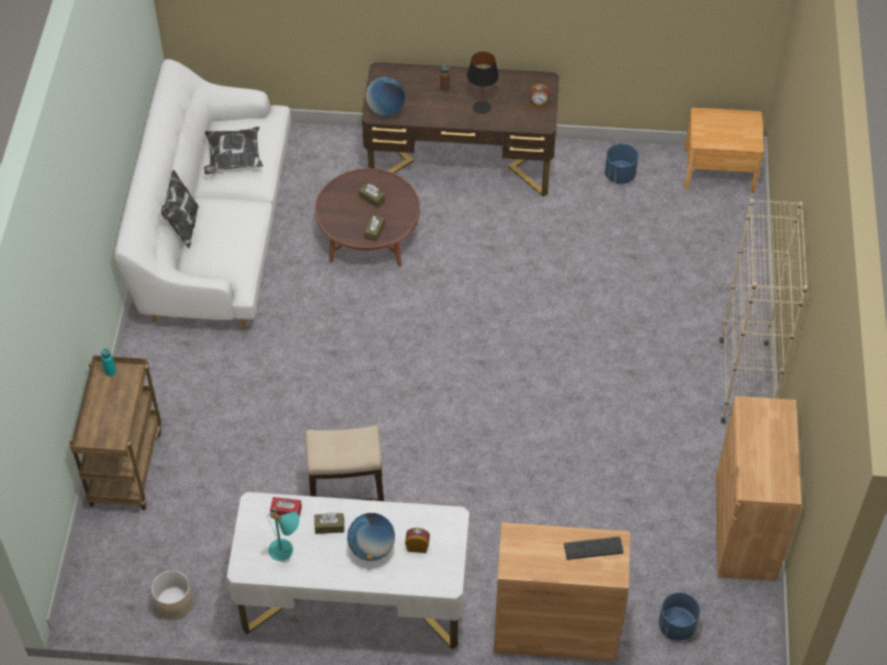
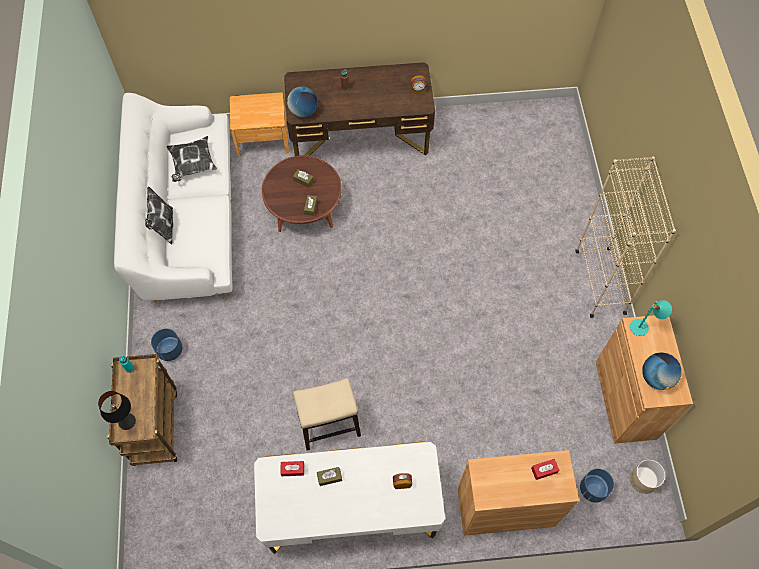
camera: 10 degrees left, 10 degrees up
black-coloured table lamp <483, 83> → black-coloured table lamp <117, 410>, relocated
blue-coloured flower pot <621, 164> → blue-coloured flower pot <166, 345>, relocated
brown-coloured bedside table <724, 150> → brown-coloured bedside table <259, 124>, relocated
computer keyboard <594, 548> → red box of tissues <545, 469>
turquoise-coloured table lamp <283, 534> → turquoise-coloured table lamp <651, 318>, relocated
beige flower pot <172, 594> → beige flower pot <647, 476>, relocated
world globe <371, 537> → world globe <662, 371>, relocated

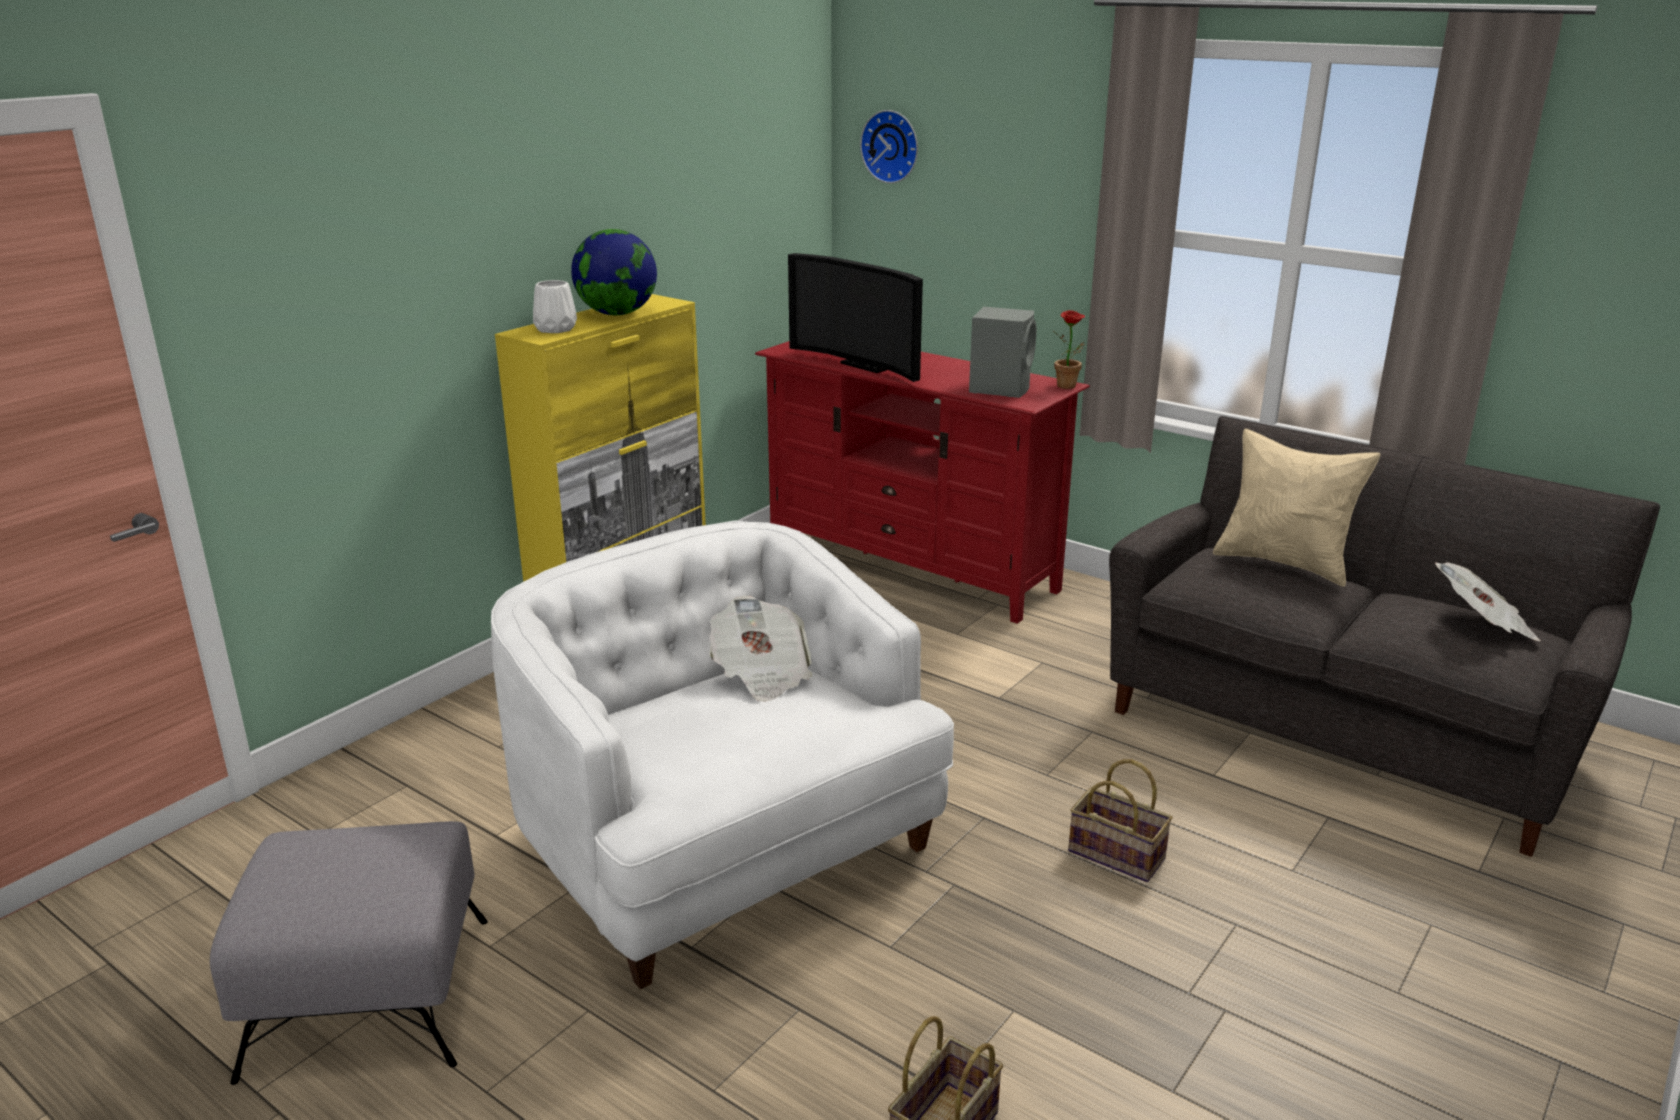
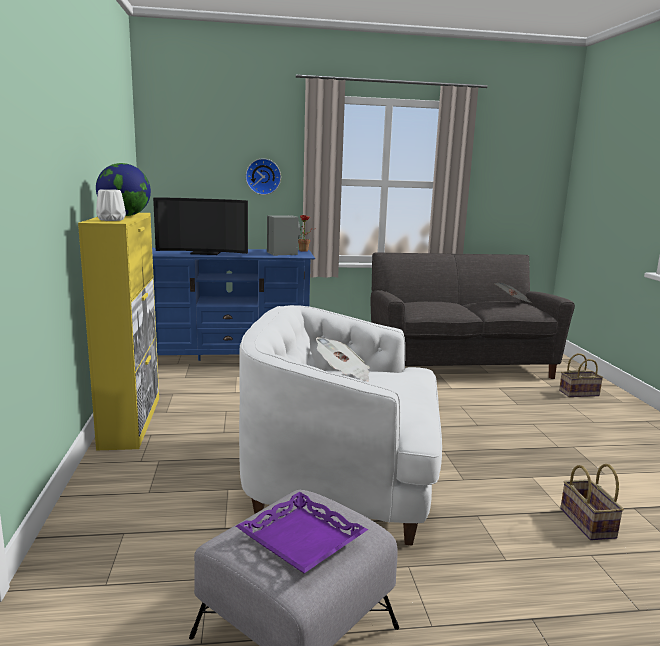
camera: 45 degrees left, 10 degrees down
red tv unit <922, 482> → blue-coloured tv unit <233, 304>
- → purple-coloured tray <302, 532>
clock on the wall <889, 146> → clock on the wall <263, 176>, relocated
household basket <1120, 820> → household basket <581, 375>, relocated
beige pillow <1297, 507> → -

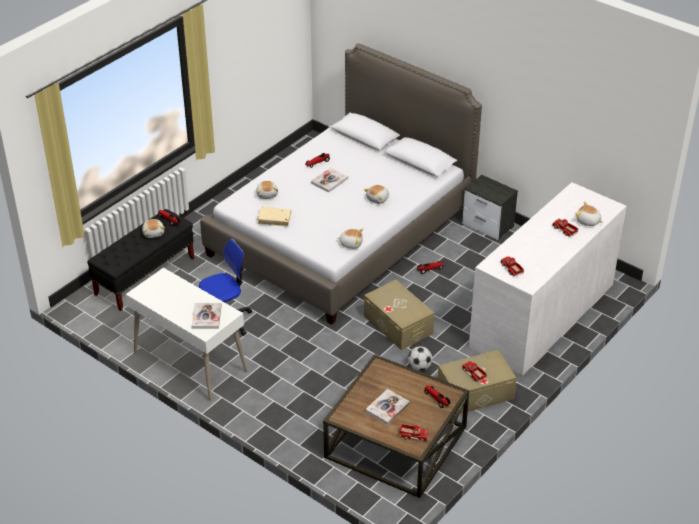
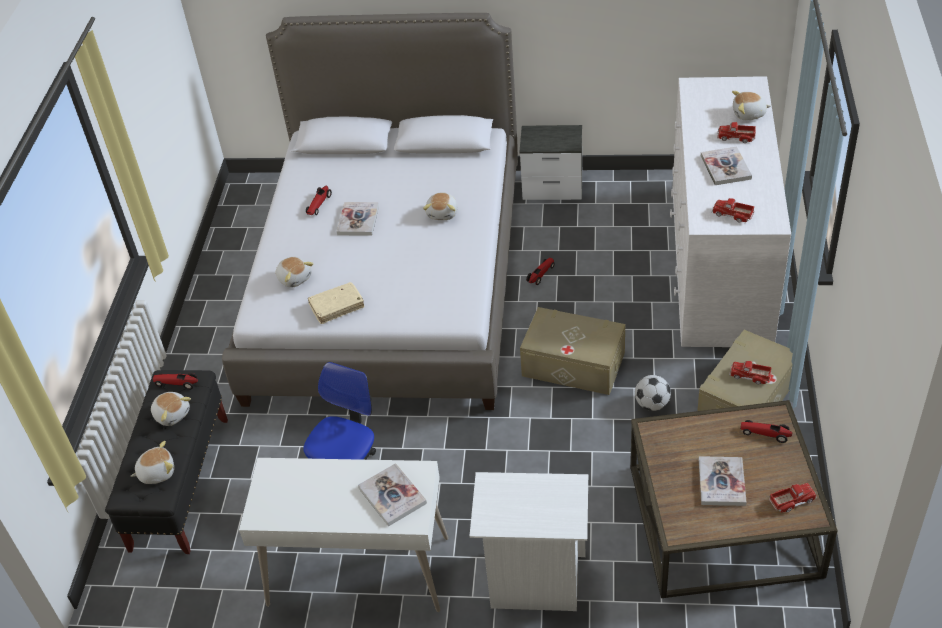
camera: 30 degrees left, 5 degrees up
cuddly toy <350, 238> → cuddly toy <152, 462>, relocated
- → white-coloured bedside table <528, 541>
- → volume <726, 165>

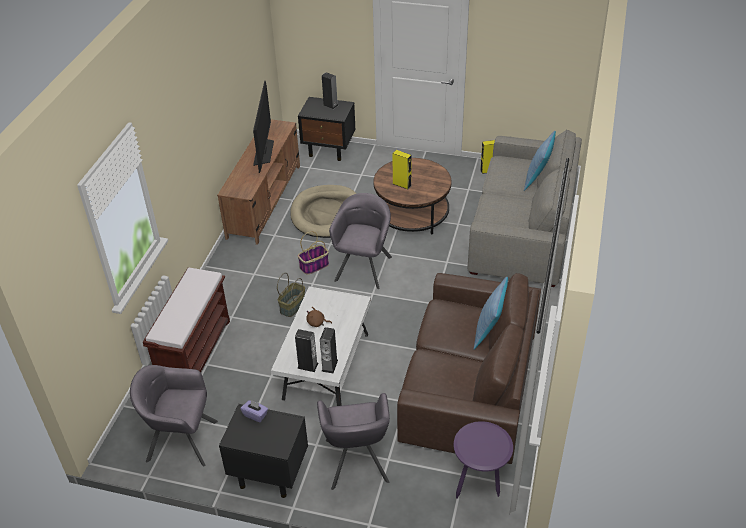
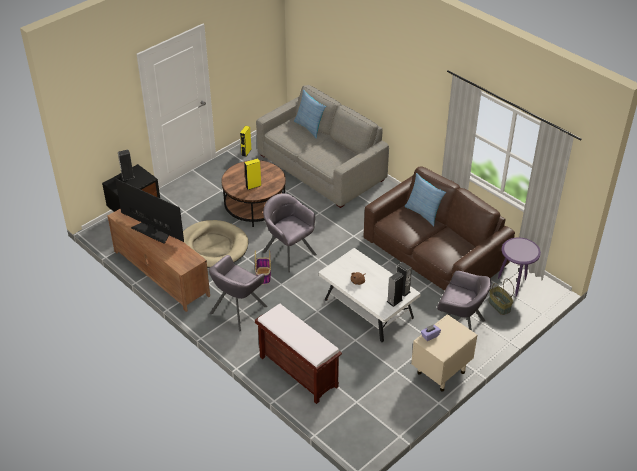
camera: 60 degrees left, 0 degrees up
greyish armchair <174, 415> → greyish armchair <238, 293>, relocated
black-coloured bedside table <263, 451> → beige bedside table <444, 353>
household basket <291, 295> → household basket <501, 296>, relocated

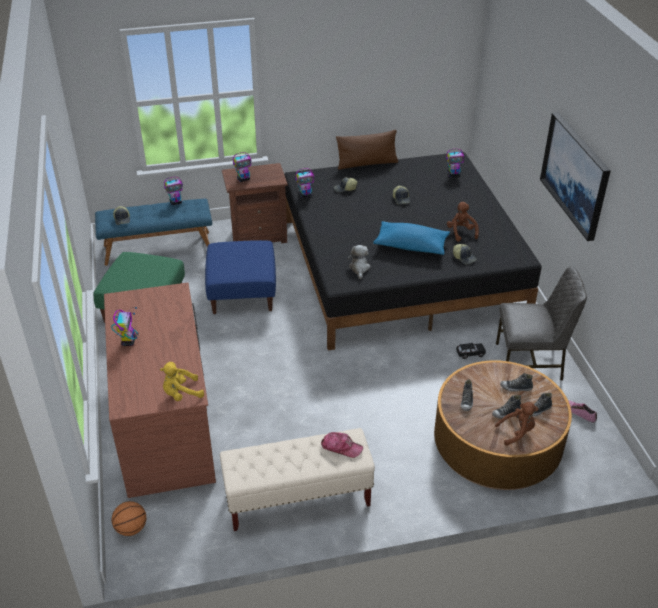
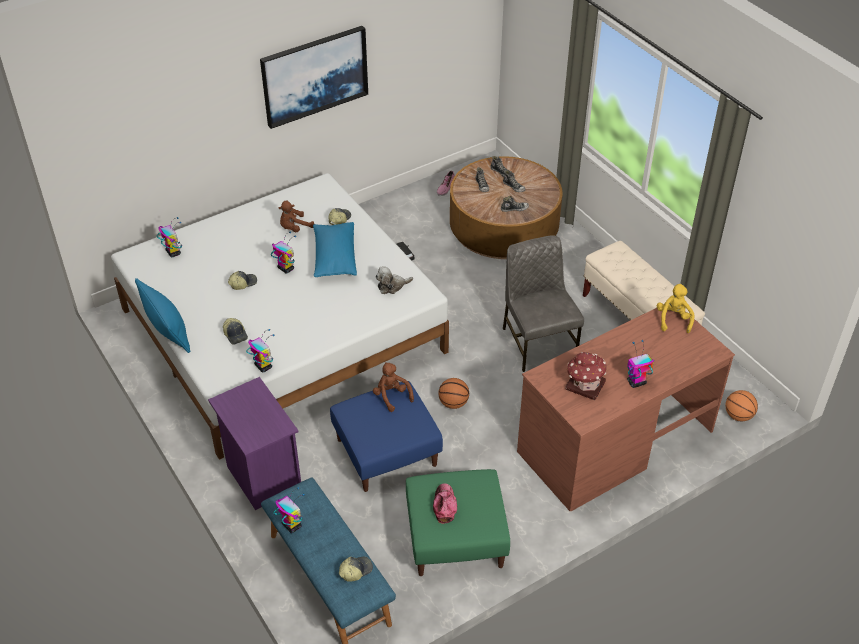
camera: 110 degrees left, 5 degrees up
black-coloured bed <413, 251> → white-coloured bed <280, 316>
brown-coloured pillow <367, 150> → blue-coloured pillow <162, 315>
brown-coloured bedside table <255, 203> → purple-coloured bedside table <254, 443>
robot figure <242, 167> → robot figure <283, 253>, relocated
brown-coloured cuddly toy <516, 424> → brown-coloured cuddly toy <393, 387>, relocated
baseball cap <342, 445> → baseball cap <445, 503>, relocated
- → ball for basketball <453, 393>
greyish plain chair <541, 323> → greyish plain chair <543, 303>, relocated
- → model house <585, 376>
yellowish cuddly toy <182, 381> → yellowish cuddly toy <675, 308>, 135 degrees counterclockwise

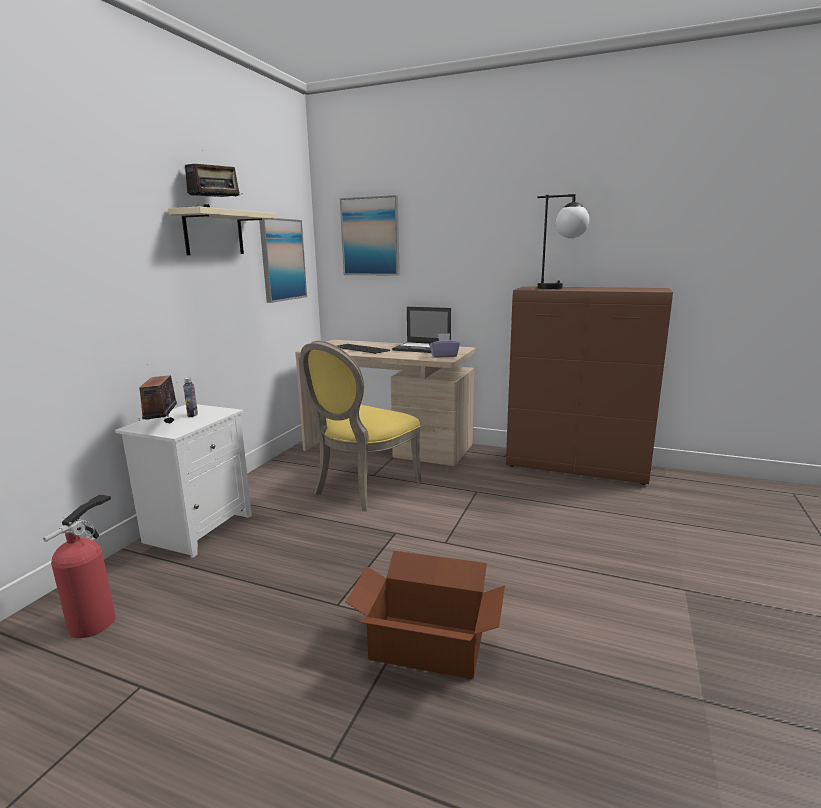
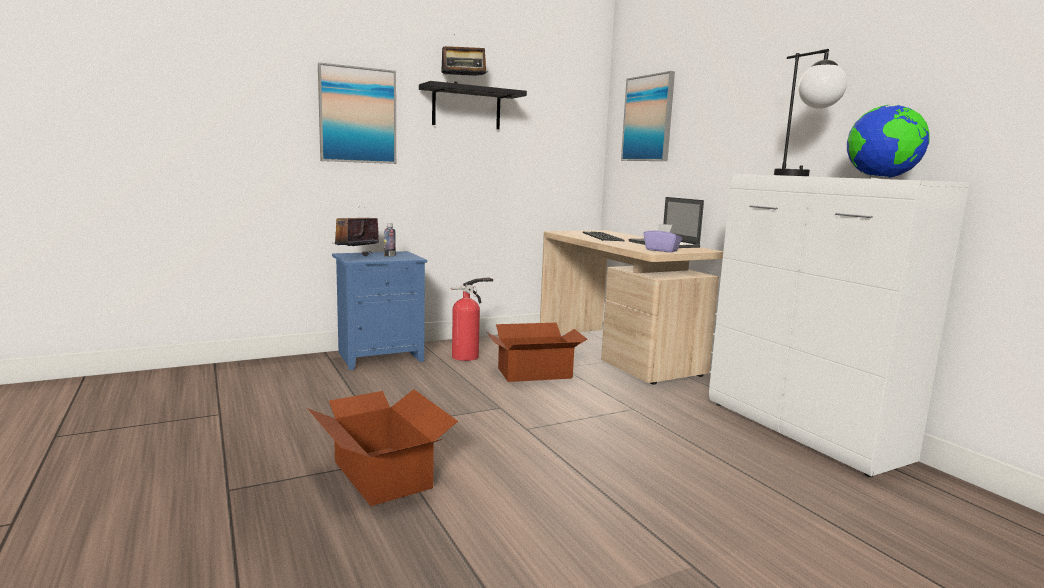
camera: 40 degrees right, 5 degrees down
wall picture <283, 260> → wall picture <357, 113>, relocated
white-coloured bedside table <183, 481> → blue-coloured bedside table <379, 310>
beige wall shelf <222, 230> → black-coloured wall shelf <473, 105>
fire-fighting cylinder <79, 566> → fire-fighting cylinder <472, 319>, relocated
yellowish plain chair <361, 426> → packing box <537, 352>
brown-coloured cupboard <589, 385> → white-coloured cupboard <839, 325>
- → world globe <888, 141>

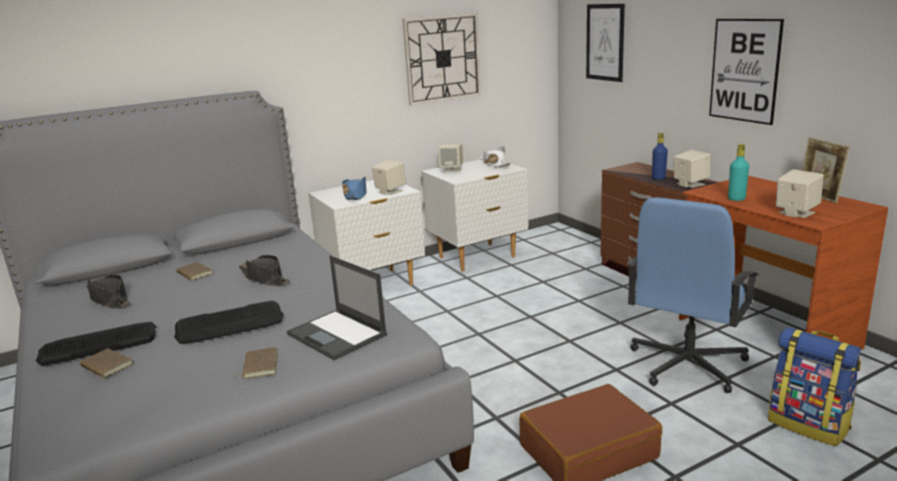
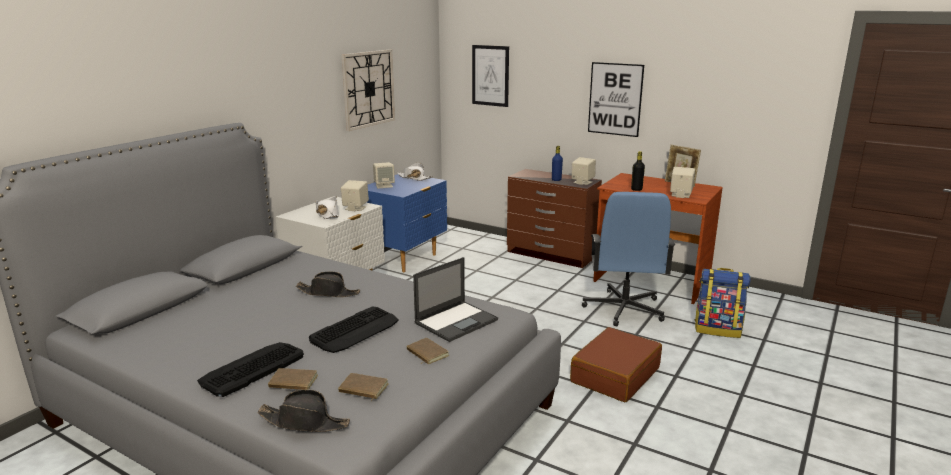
camera: 30 degrees left, 0 degrees up
black-coloured clothing hat <108, 290> → black-coloured clothing hat <303, 411>, relocated
blue-coloured clothing hat <354, 188> → white-coloured clothing hat <327, 207>
brown-coloured volume <194, 271> → brown-coloured volume <363, 387>, relocated
white-coloured bedside table <475, 215> → blue-coloured bedside table <406, 223>
laptop <337, 308> → laptop <455, 299>, 60 degrees counterclockwise
turquoise-coloured beverage bottle <738, 172> → black-coloured beverage bottle <638, 171>

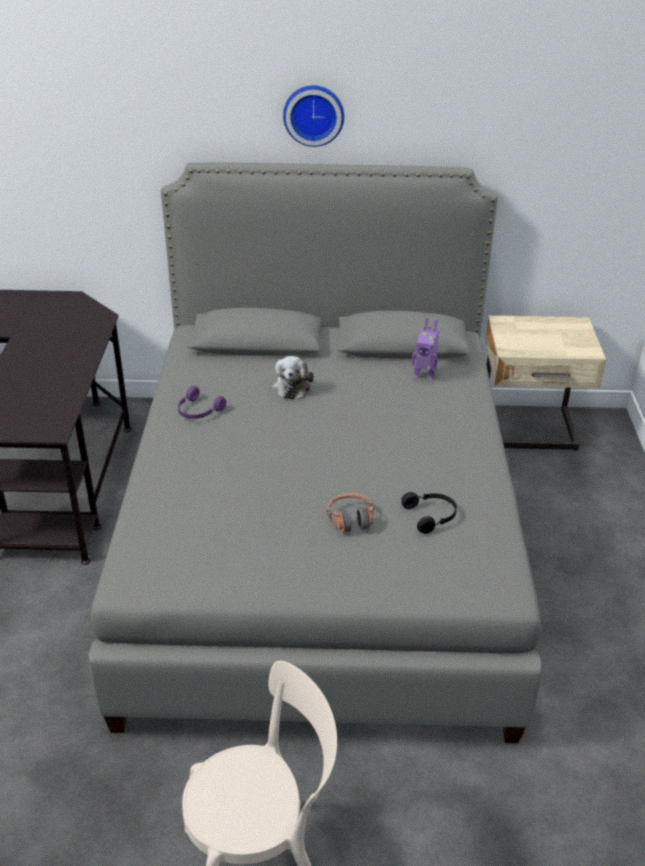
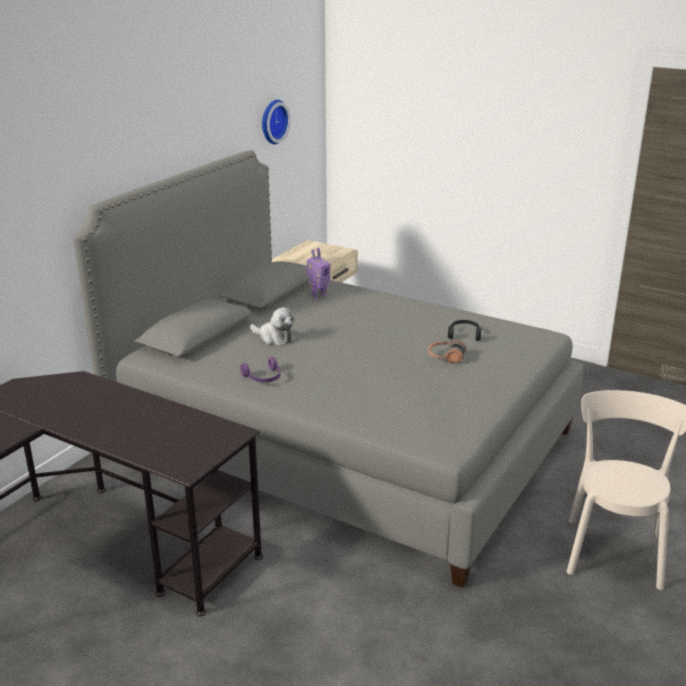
camera: 60 degrees left, 10 degrees down
clock on the wall <313, 116> → clock on the wall <276, 122>, relocated

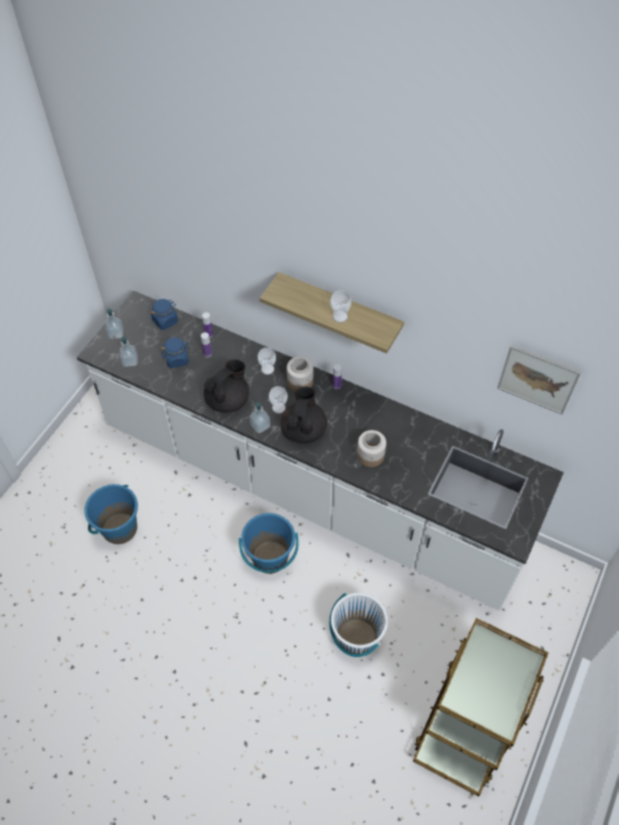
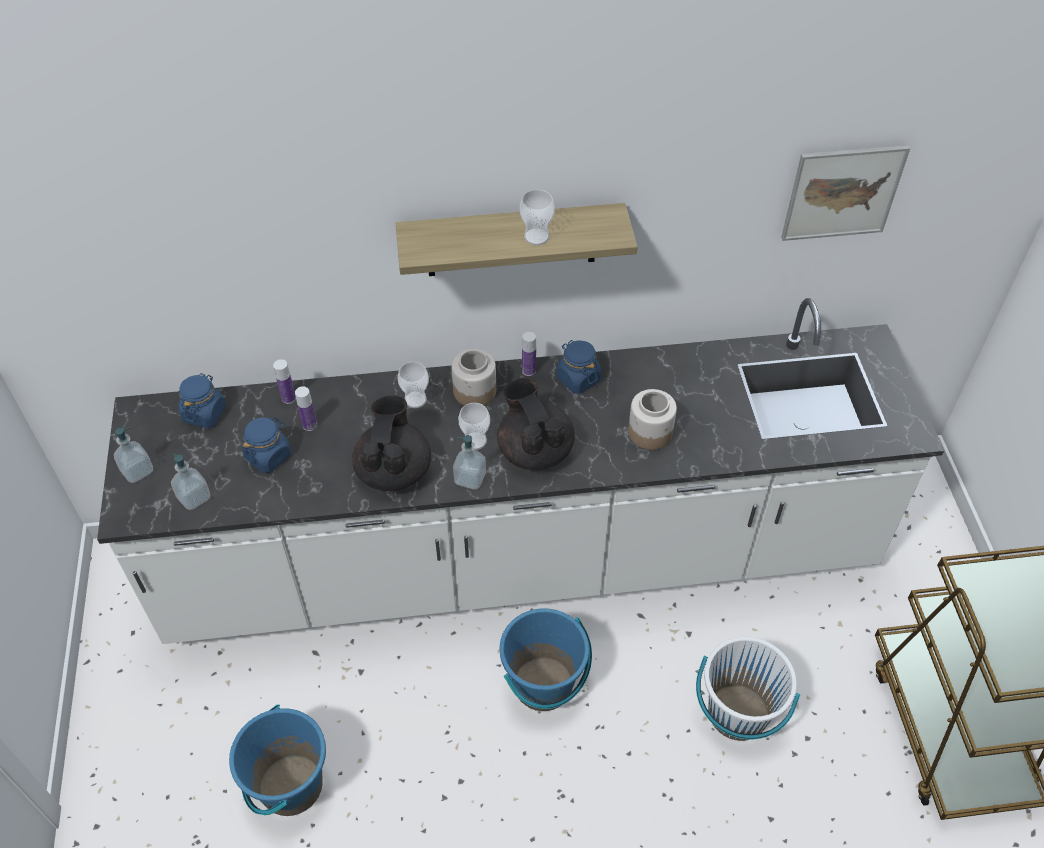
camera: 35 degrees left, 5 degrees down
- → blue-coloured jar <579, 367>

